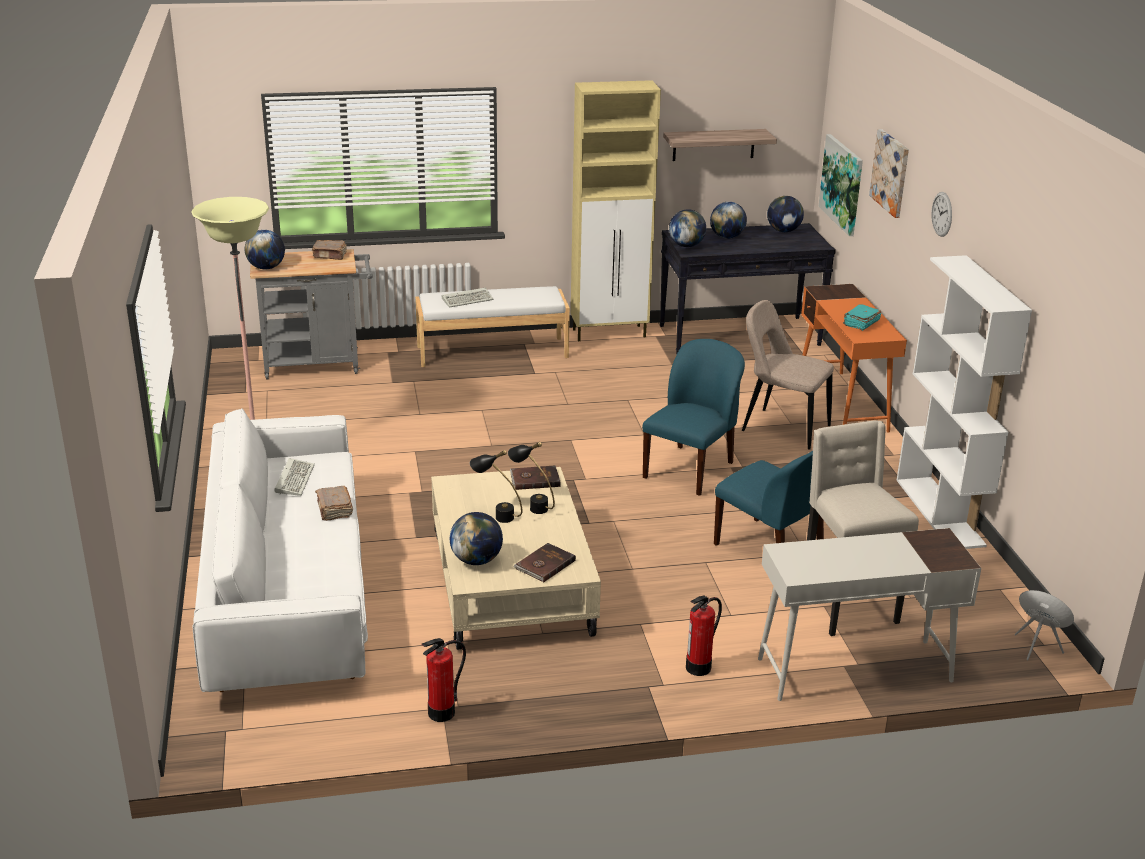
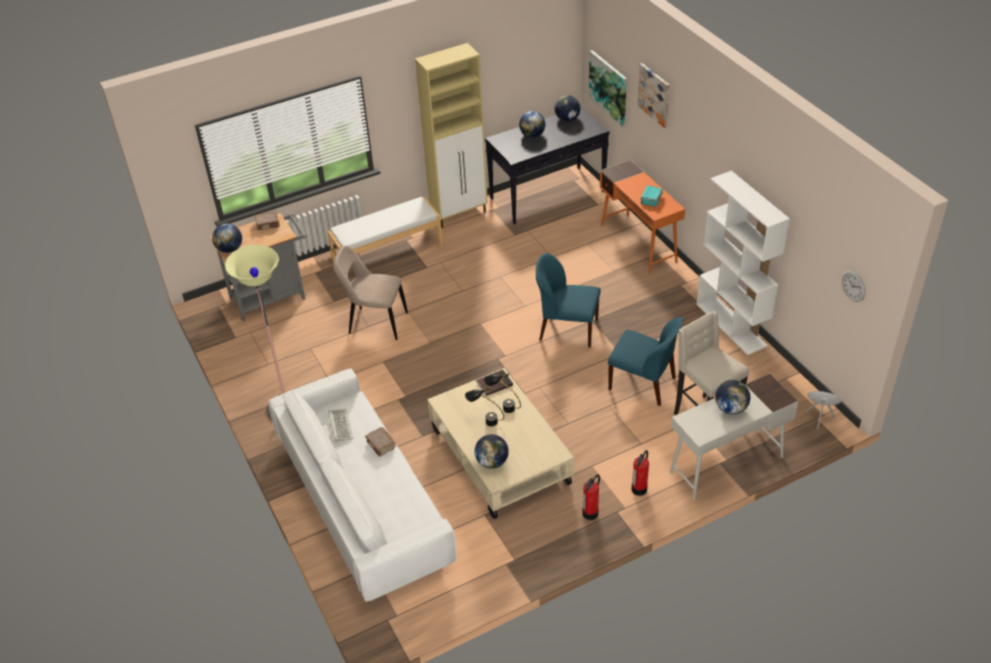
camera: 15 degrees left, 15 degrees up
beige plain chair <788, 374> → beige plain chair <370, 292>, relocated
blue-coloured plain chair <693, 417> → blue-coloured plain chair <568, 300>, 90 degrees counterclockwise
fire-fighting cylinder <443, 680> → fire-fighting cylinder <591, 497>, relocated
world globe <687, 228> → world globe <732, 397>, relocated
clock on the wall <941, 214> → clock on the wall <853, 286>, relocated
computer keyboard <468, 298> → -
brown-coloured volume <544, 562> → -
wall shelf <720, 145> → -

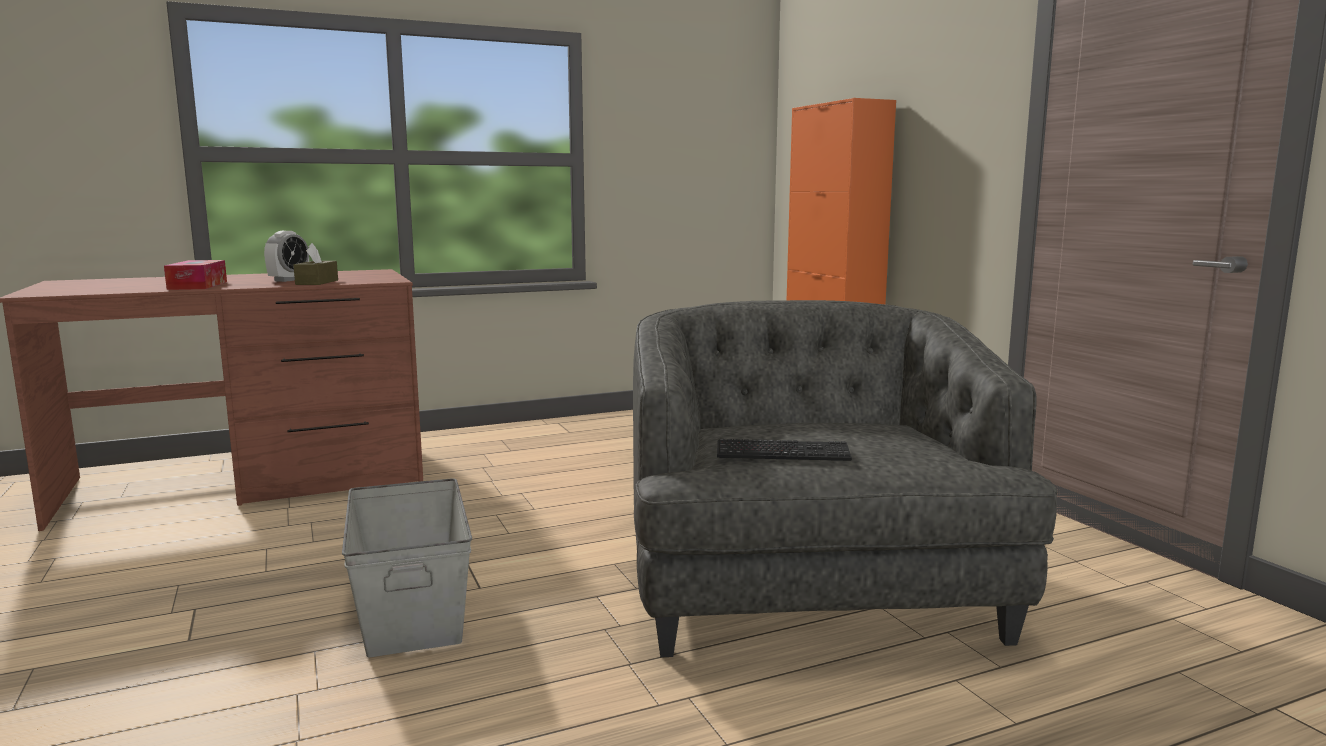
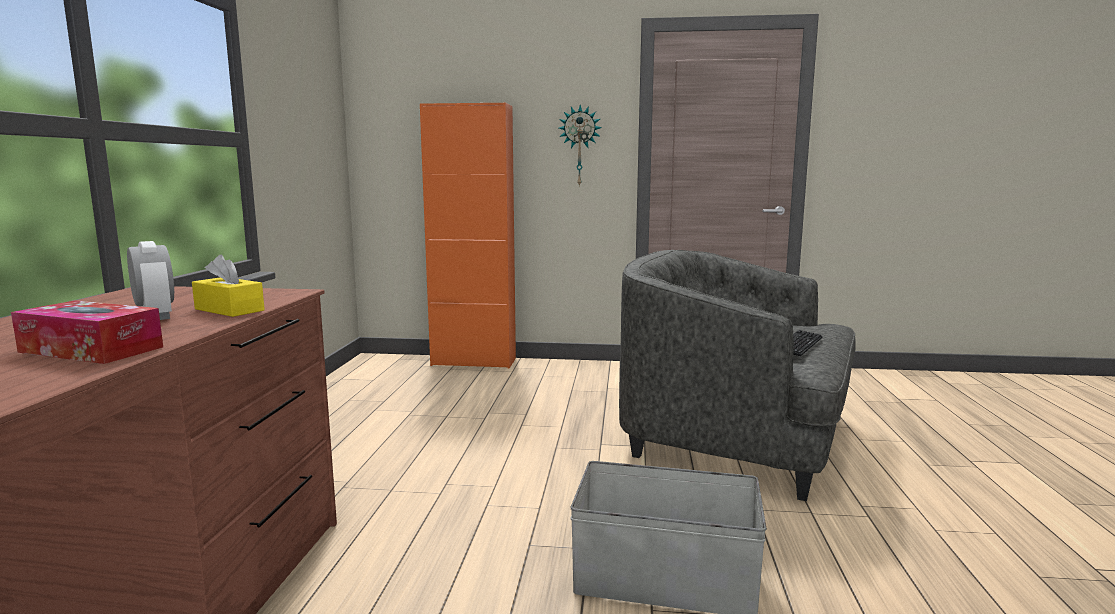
camera: 60 degrees left, 0 degrees up
brown-coloured box of tissues <315, 264> → yellowish box of tissues <228, 285>
- → clock on the wall <580, 146>

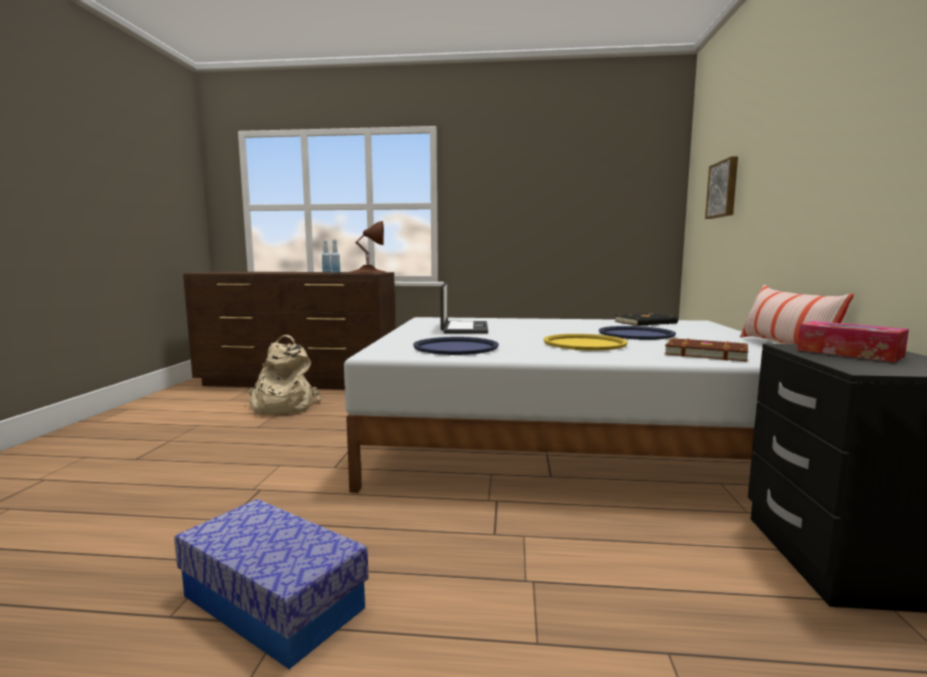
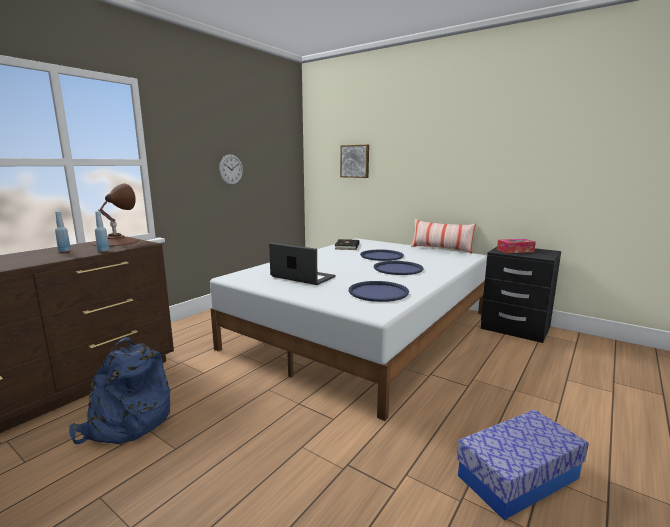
camera: 60 degrees left, 5 degrees up
beige rucksack <284, 374> → blue-coloured rucksack <119, 391>
- → clock on the wall <231, 169>
yellowish tray <586, 342> → blue-coloured tray <399, 268>
brown-coloured volume <706, 350> → -

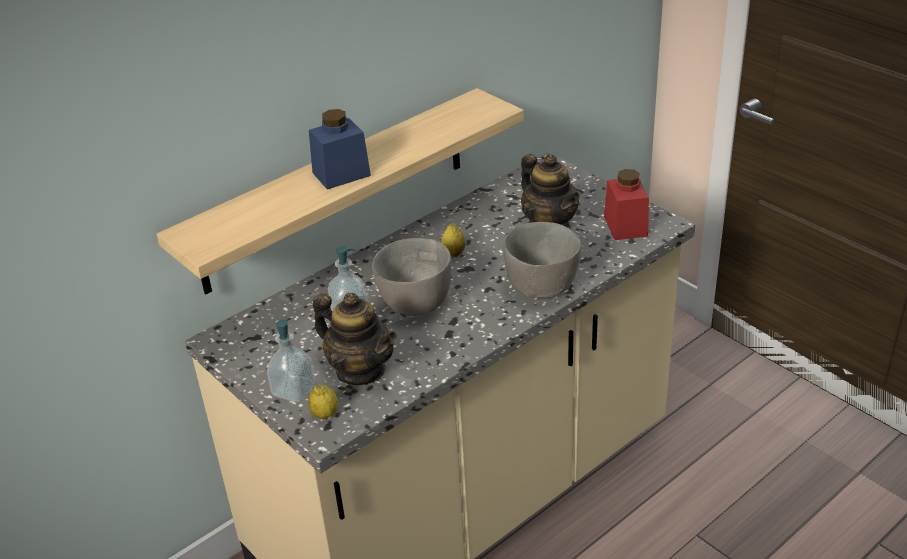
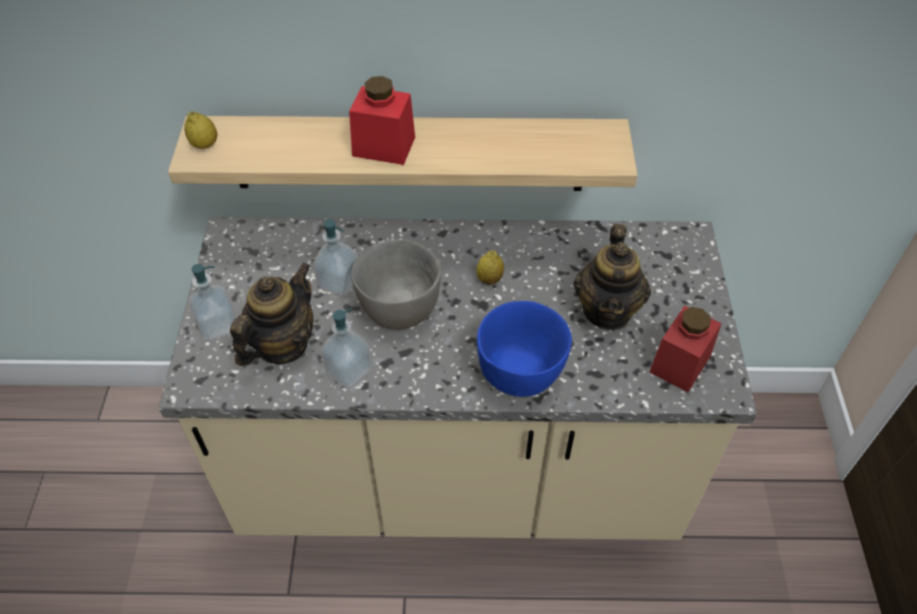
camera: 40 degrees right, 15 degrees up
lemon <323, 402> → lemon <200, 130>, relocated
teapot <355, 339> → teapot <272, 314>, 135 degrees counterclockwise
- → soap dispenser <347, 348>
blue-coloured jar <340, 149> → red jar <382, 120>
greyish serving bowl <542, 260> → blue-coloured serving bowl <524, 349>

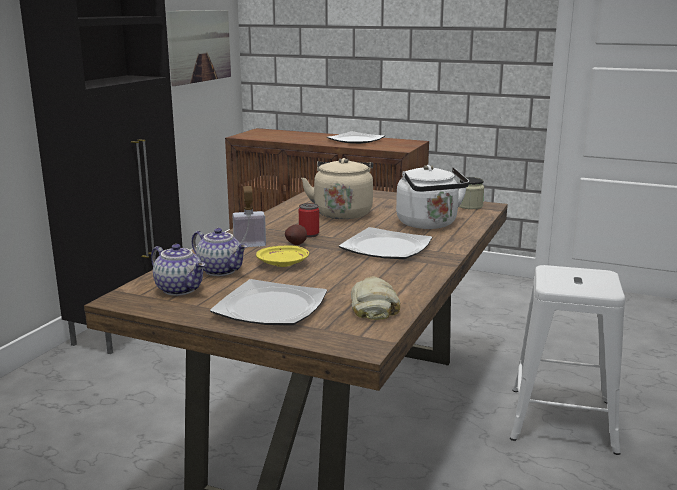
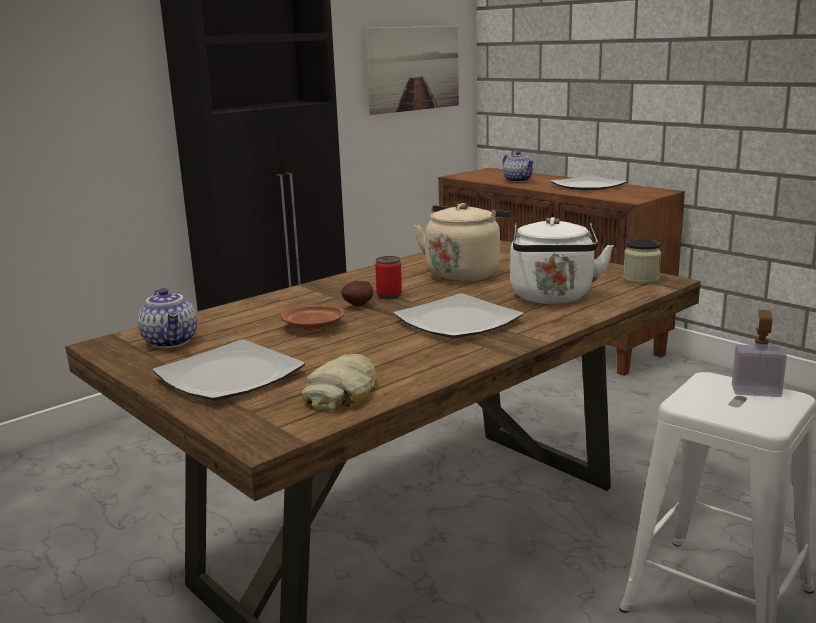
camera: 25 degrees right, 0 degrees up
yellowish dinner plate <282, 256> → brown-coloured dinner plate <312, 317>
teapot <220, 252> → teapot <518, 166>, relocated
soap dispenser <249, 216> → soap dispenser <759, 353>, relocated

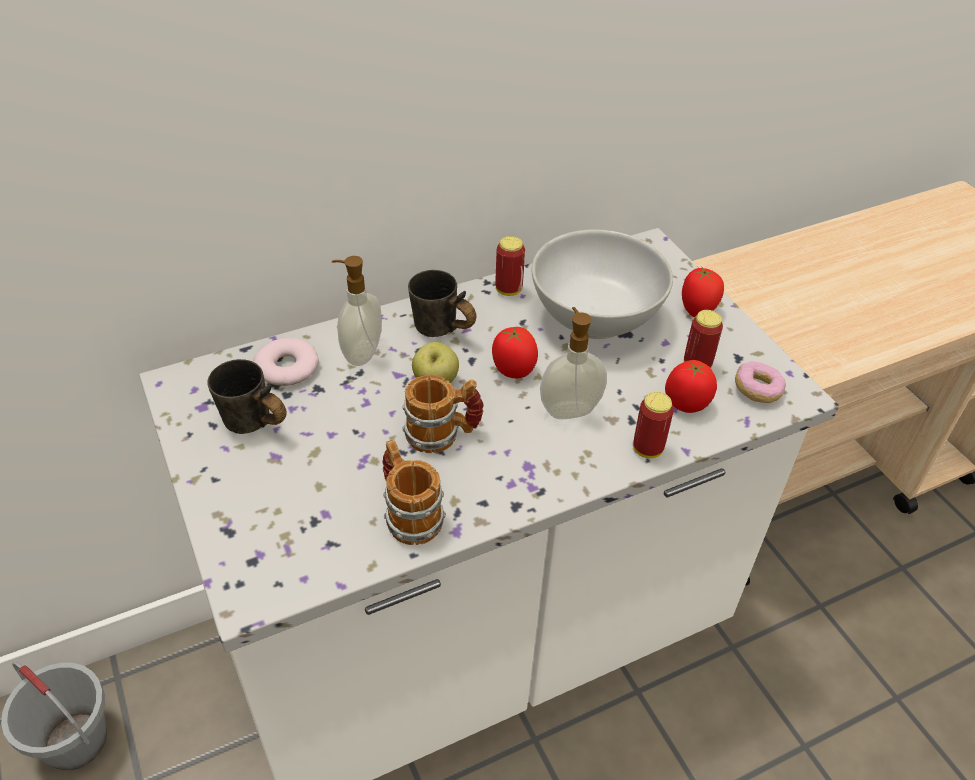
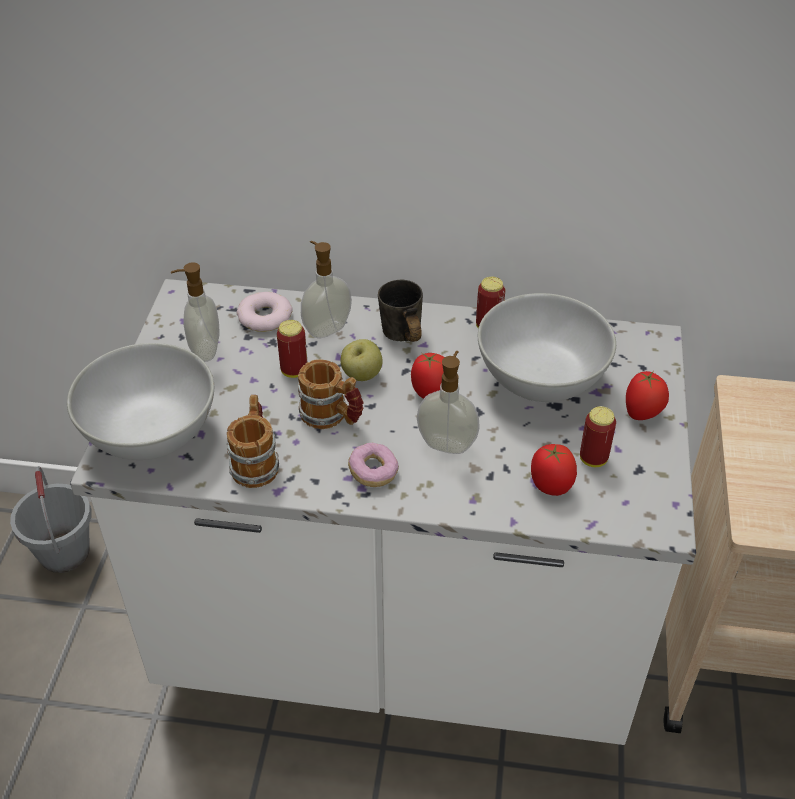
camera: 35 degrees right, 0 degrees up
- → white-coloured serving bowl <140, 401>
greyish coffee mug <247, 396> → soap dispenser <195, 312>
metal can <653, 425> → metal can <292, 349>, relocated
donut <760, 382> → donut <373, 465>, relocated

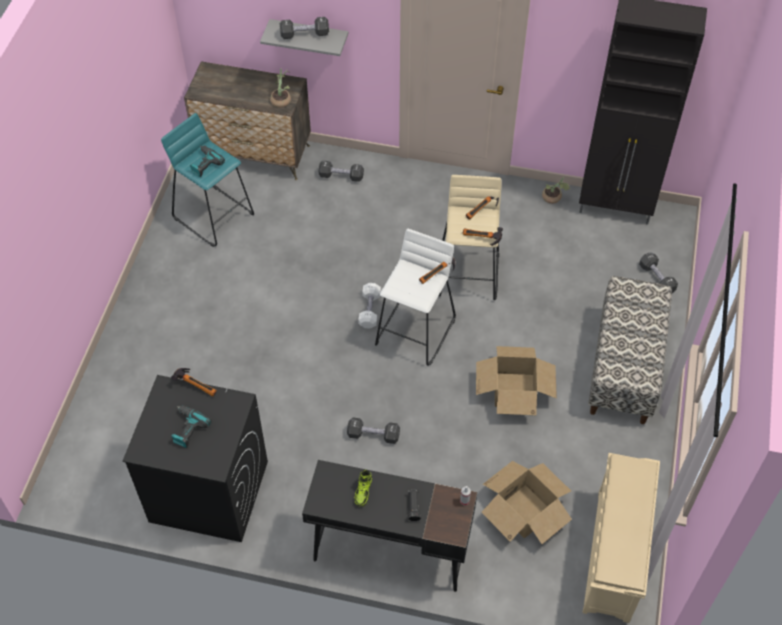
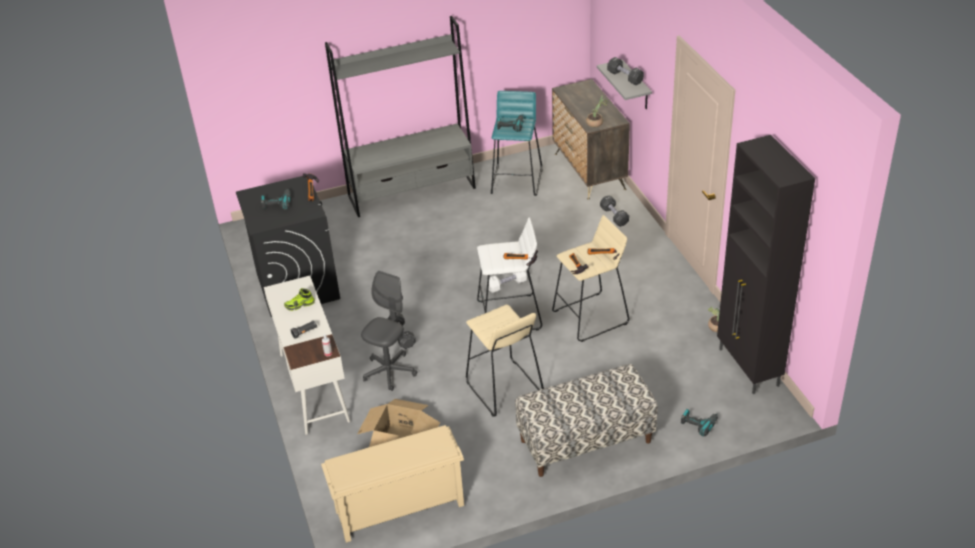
camera: 60 degrees right, 15 degrees down
black-coloured desk table <389, 526> → white-coloured desk table <307, 355>
- → greyish shelving unit <400, 116>
- → greyish desk chair <389, 331>
packing box <516, 380> → beige stool seat <505, 360>
black-coloured dumbbell <658, 272> → power drill <699, 422>

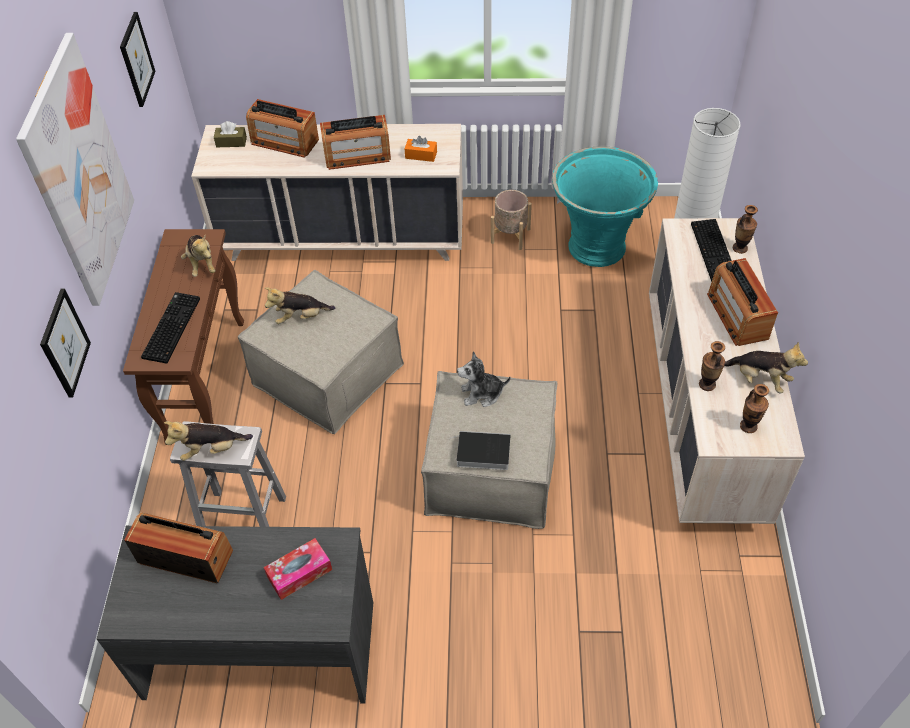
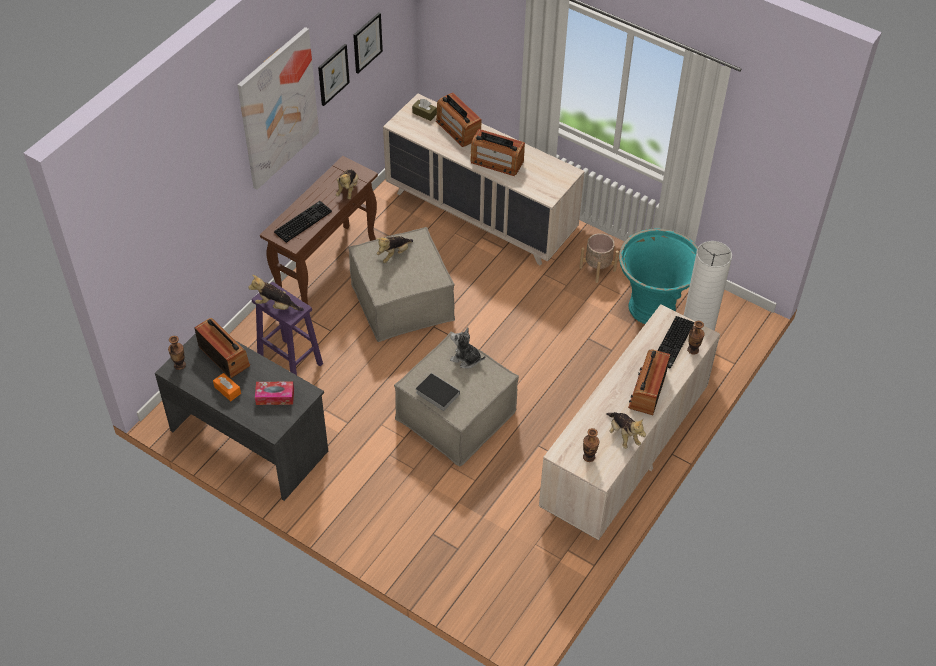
camera: 30 degrees right, 0 degrees up
flower vase <712, 366> → flower vase <177, 353>, relocated
orange-coloured box of tissues <420, 149> → orange-coloured box of tissues <227, 387>, relocated
white-coloured stool seat <228, 474> → purple-coloured stool seat <287, 328>
wall picture <65, 343> → wall picture <334, 75>, relocated
cuddly toy <300, 305> → cuddly toy <395, 249>, 60 degrees counterclockwise

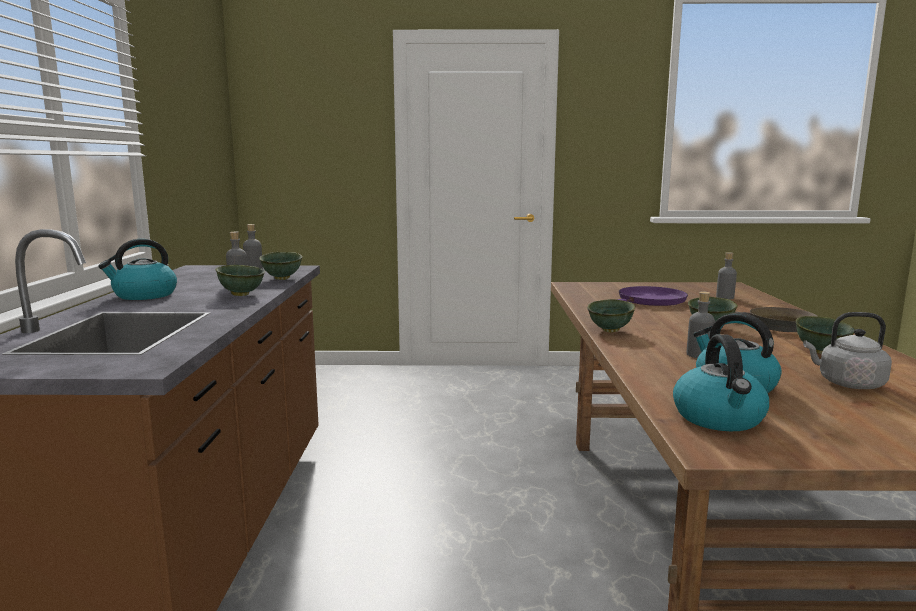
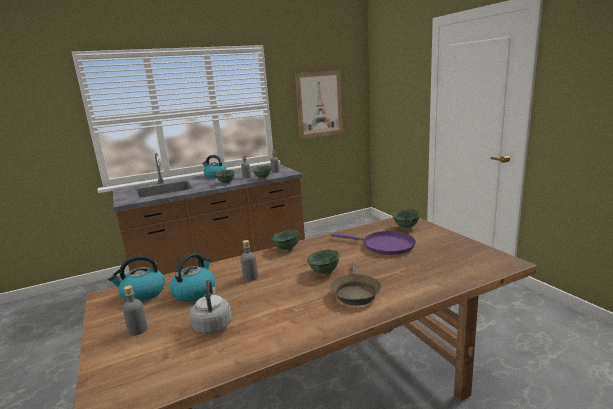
camera: 65 degrees right, 5 degrees up
greyish beverage bottle <726, 275> → greyish beverage bottle <135, 310>, relocated
- → wall picture <319, 104>
green serving bowl <825, 335> → green serving bowl <406, 219>, relocated

